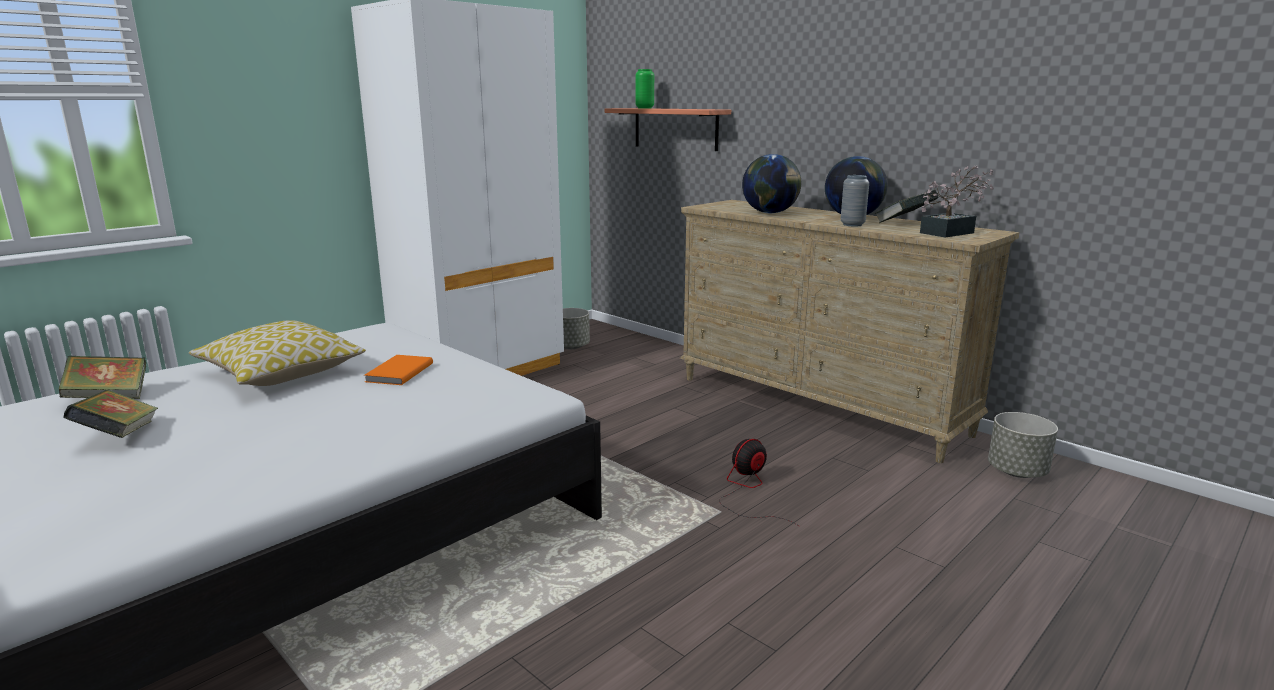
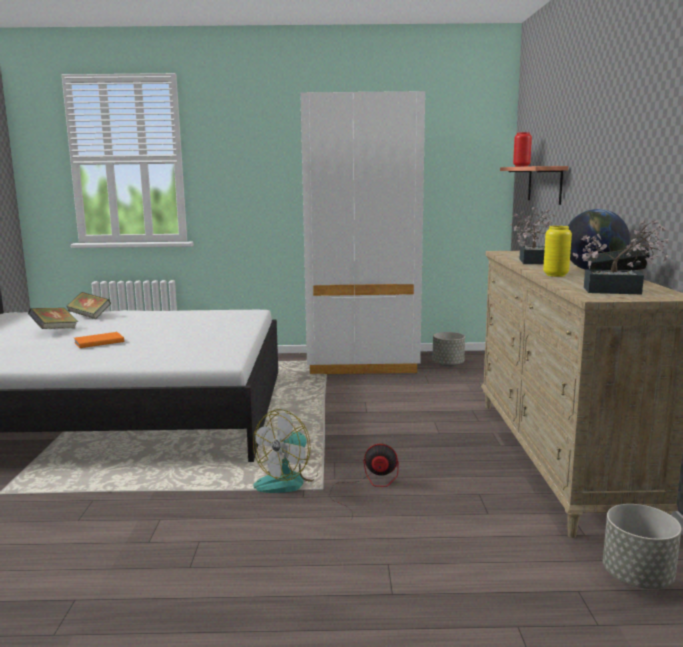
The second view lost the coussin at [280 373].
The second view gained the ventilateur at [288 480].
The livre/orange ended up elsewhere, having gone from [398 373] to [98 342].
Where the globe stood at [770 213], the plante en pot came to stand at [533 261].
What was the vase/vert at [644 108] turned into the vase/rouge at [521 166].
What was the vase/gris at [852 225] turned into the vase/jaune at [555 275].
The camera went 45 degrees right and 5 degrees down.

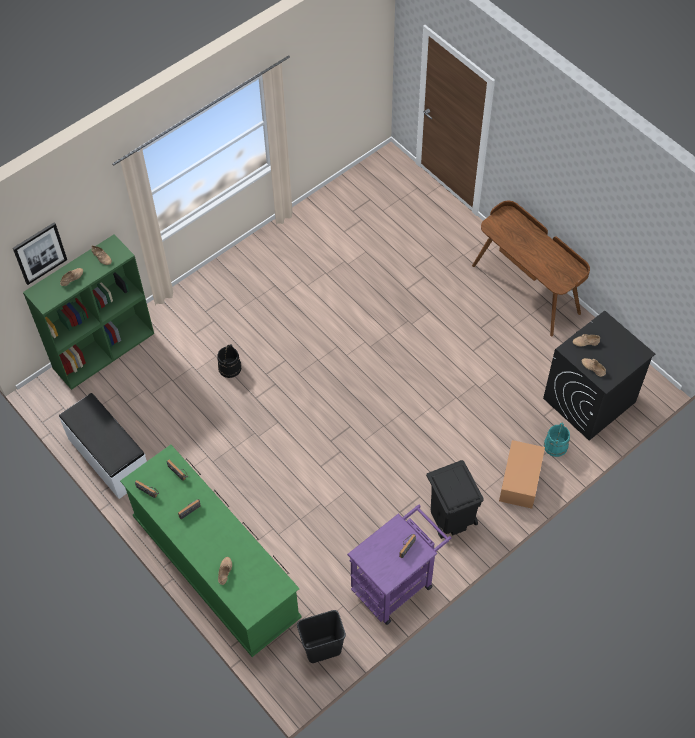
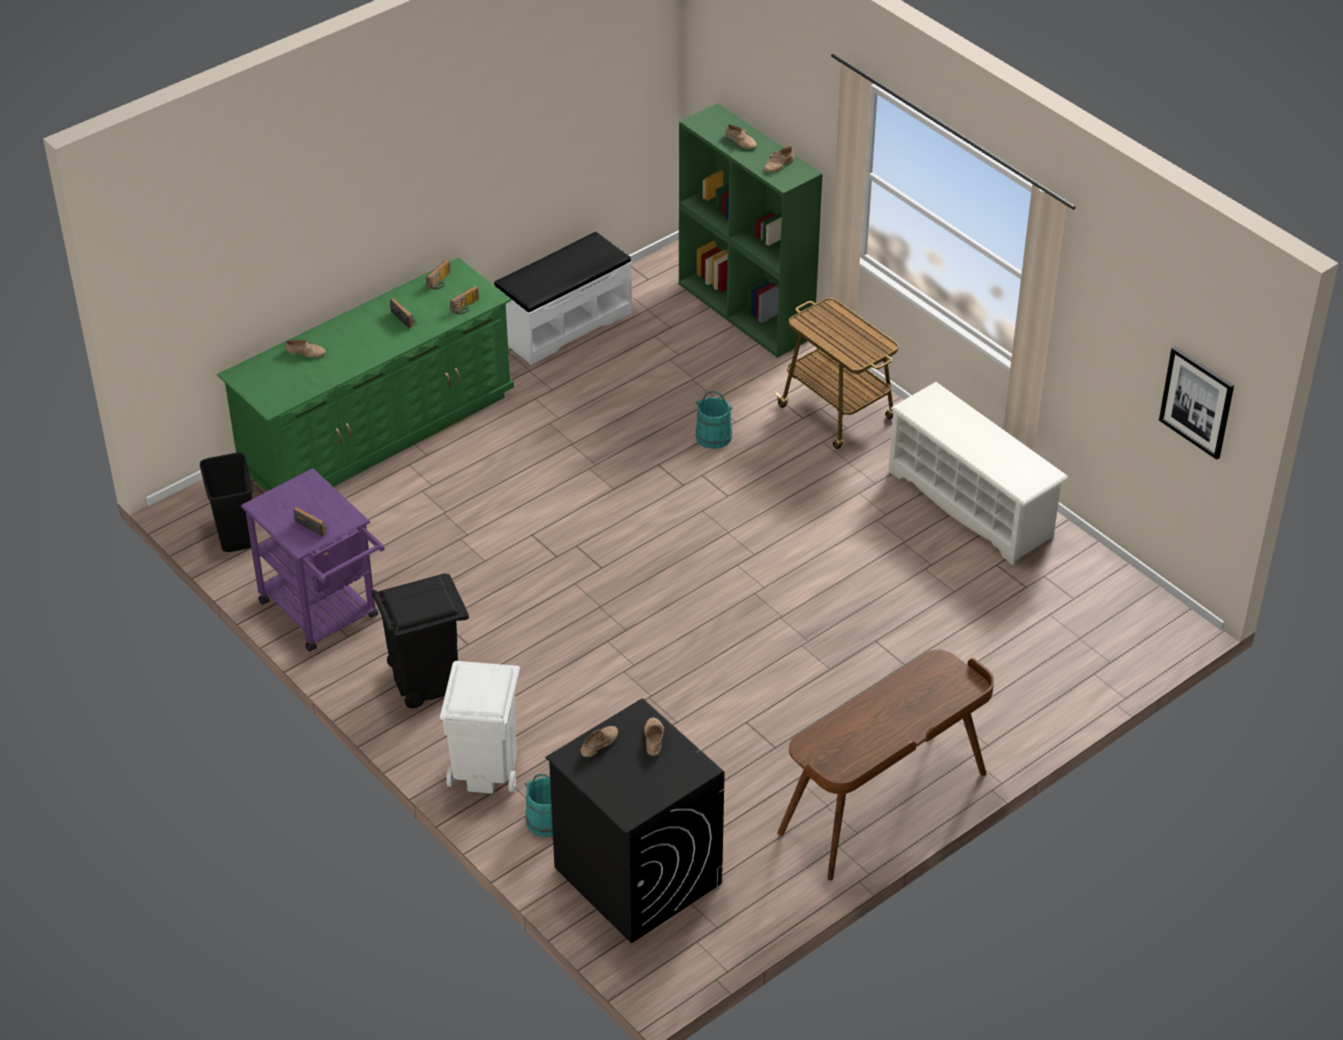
The second view gained the chariot at [837 413].
The second view gained the étagère à chaussures/blanc at [971 504].
The tableau ended up elsewhere, having gone from [39 253] to [1197 402].
Where the carton stood at [520 480], the poubelle/blanc came to stand at [485 769].
What was the seau/noir at [229 368] turned into the seau/turquoise at [713 436].
The camera went 90 degrees right and 15 degrees down.

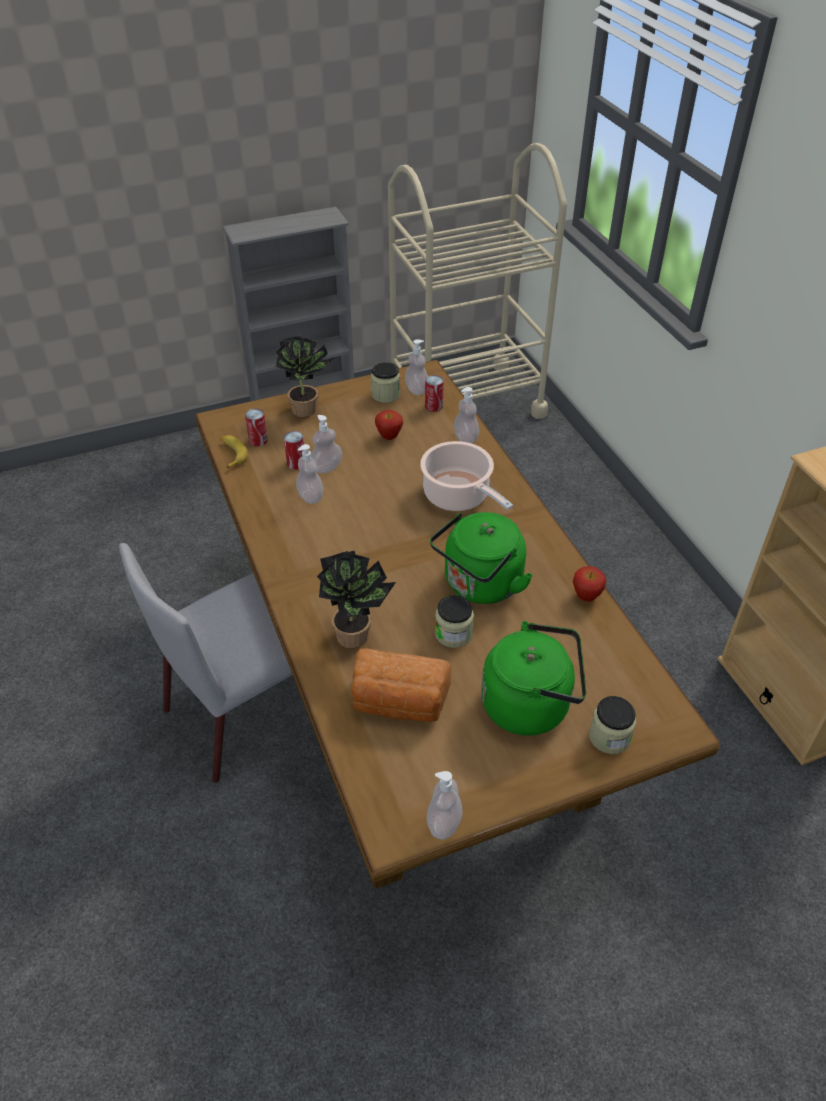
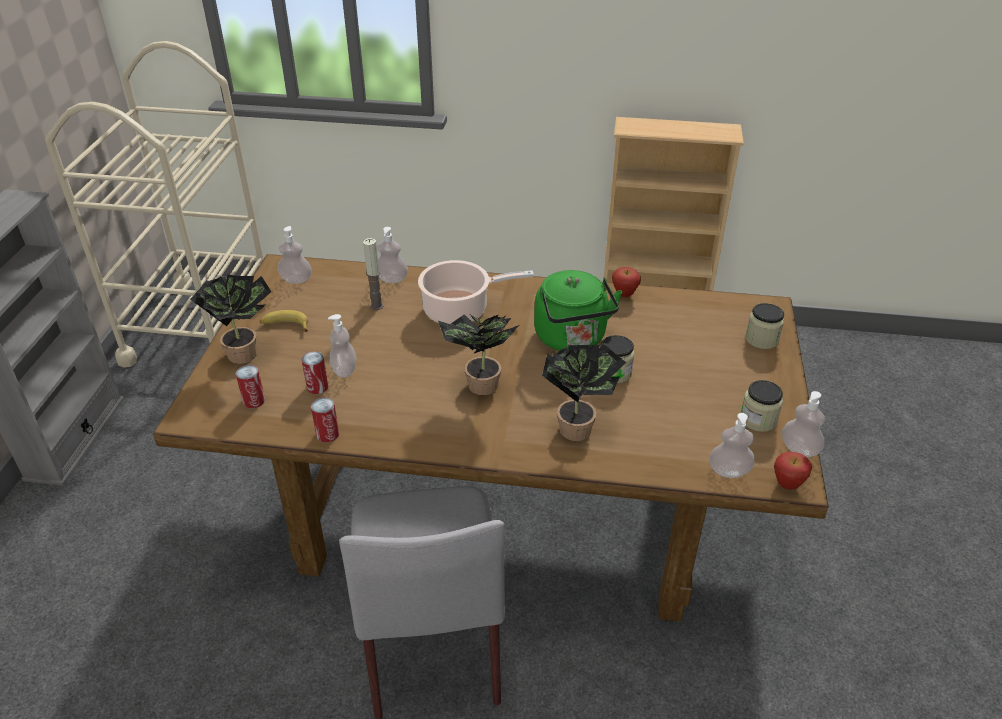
The second view lost the pain at [399 703].
The second view lost the bouilloire/vert at [531 704].
The second view gained the bougie at [376 306].
The second view gained the plante en pot at [479 387].
The banane ended up elsewhere, having gone from [232 454] to [285 325].
The distributeur de savon ended up elsewhere, having gone from [310 496] to [729 471].
The bocal ended up elsewhere, having gone from [385 395] to [758 419].
The pomme ended up elsewhere, having gone from [389 437] to [787 485].
The boîte métallique ended up elsewhere, having gone from [433 406] to [327 434].
The camera went 60 degrees left and 5 degrees down.

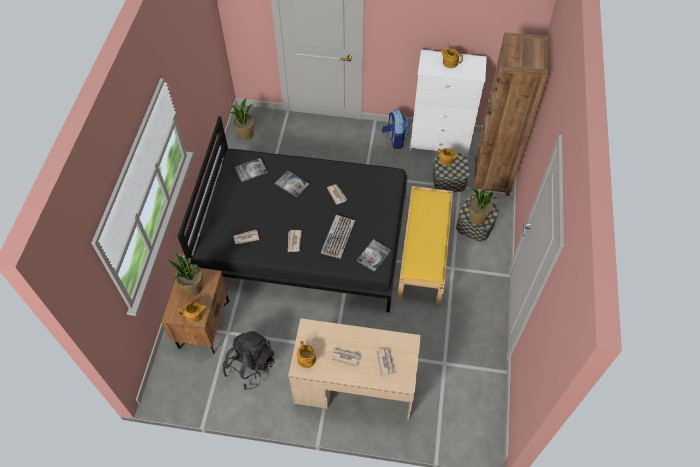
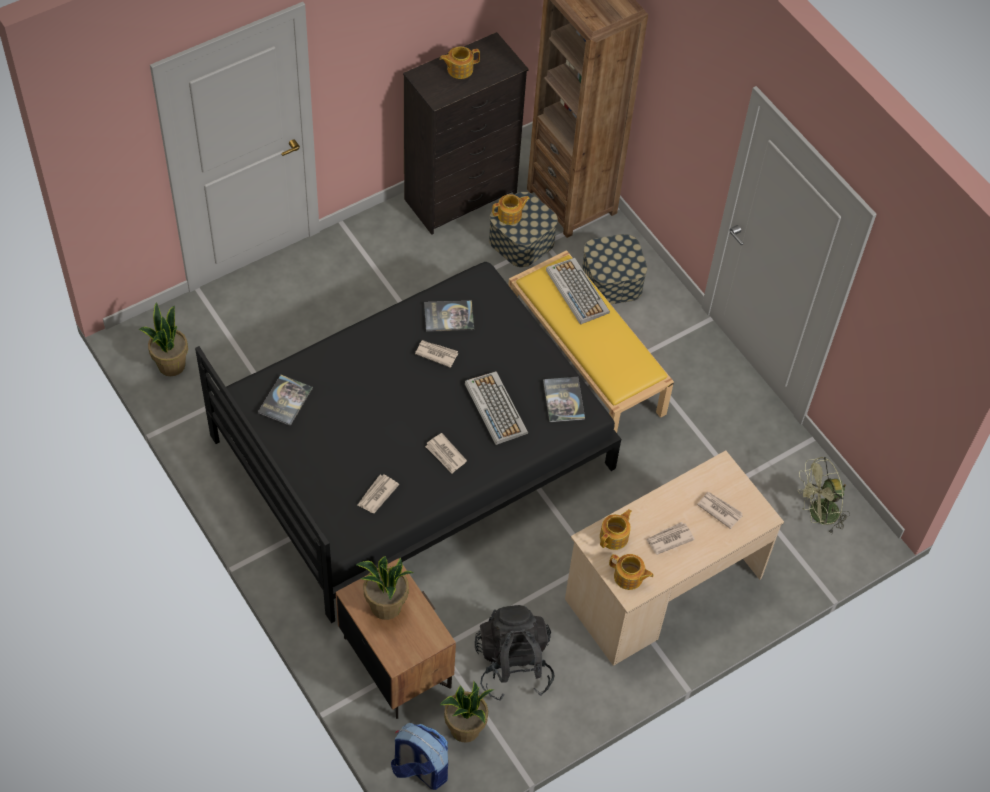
The second view gained the clavier at [576 291].
The second view gained the ventilateur/vert at [818 514].
The théière ended up elsewhere, having gone from [195 315] to [614 537].
The livre ended up elsewhere, having gone from [292 184] to [448 316].
The sac à dos ended up elsewhere, having gone from [395 139] to [420 768].
The plante en pot ended up elsewhere, having gone from [477 218] to [465 729].
What was the commode/blanc at [440 143] turned into the commode/noir at [462 197].
The camera went 45 degrees left and 0 degrees up.

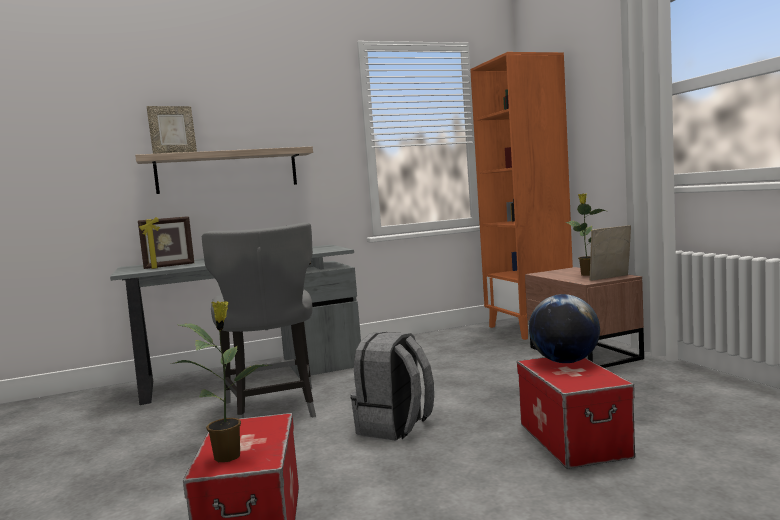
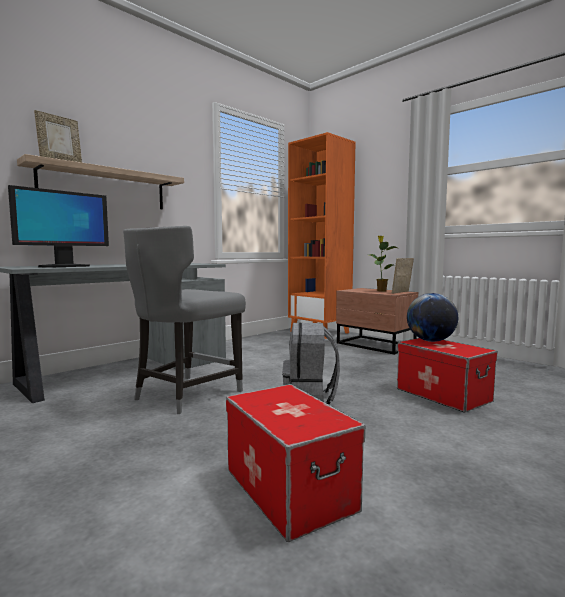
The second view lost the plante en pot at [229 455].
Where the cadre photo stood at [169 266], the écran d'ordinateur came to stand at [64 266].
The chaise/gris at [273 409] ended up facing another way, 75 degrees clockwise from before.
The camera went 25 degrees left and 0 degrees up.

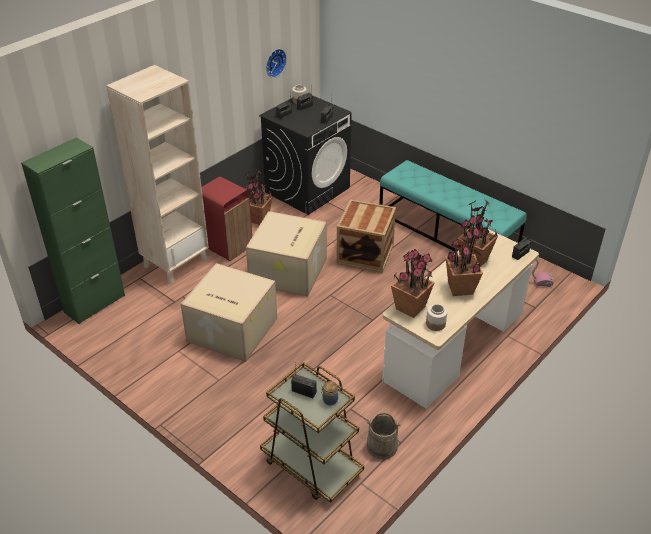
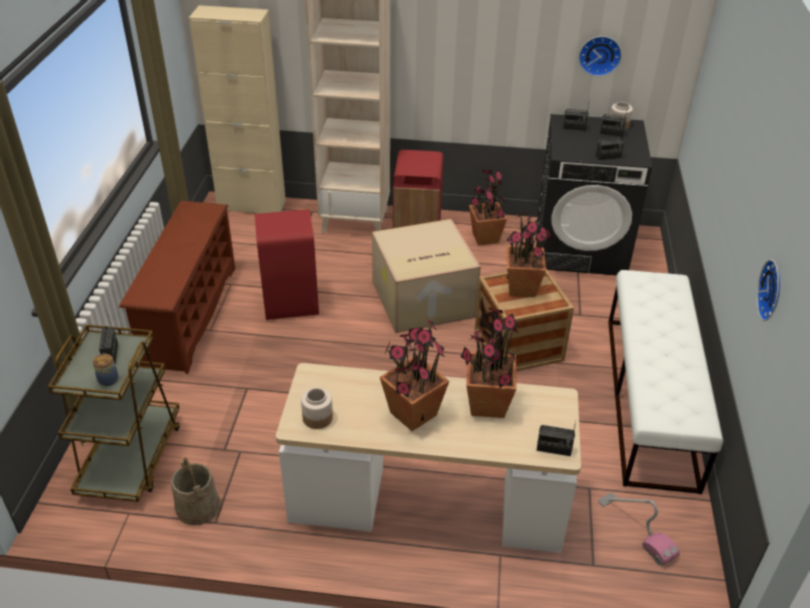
The second view gained the étagère à chaussures/marron at [189 314].
The second view gained the horloge murale at [773 290].
The plante en pot ended up elsewhere, having gone from [410 307] to [522 288].
Where the carton stood at [231 330], the poubelle/rouge came to stand at [290 303].
What was the meuble de rangement/vert at [95 304] turned into the meuble de rangement/beige at [252 205].
What was the banc/turquoise at [447 232] turned into the banc/blanc at [650 400].
The camera went 55 degrees right and 0 degrees up.

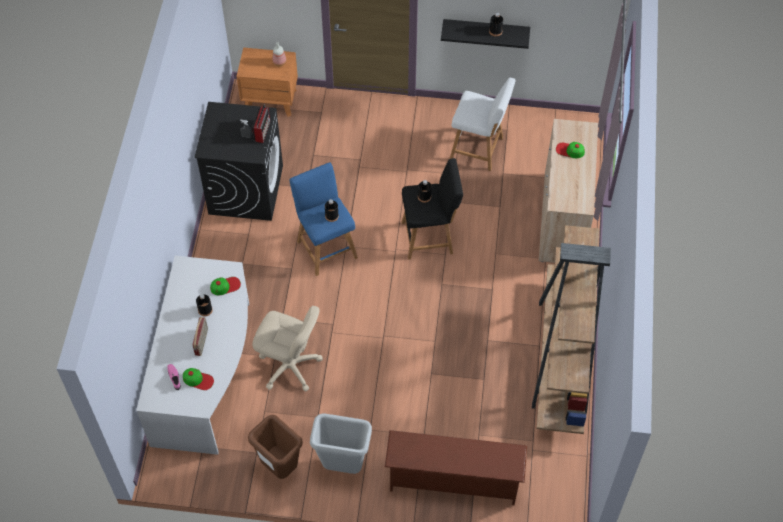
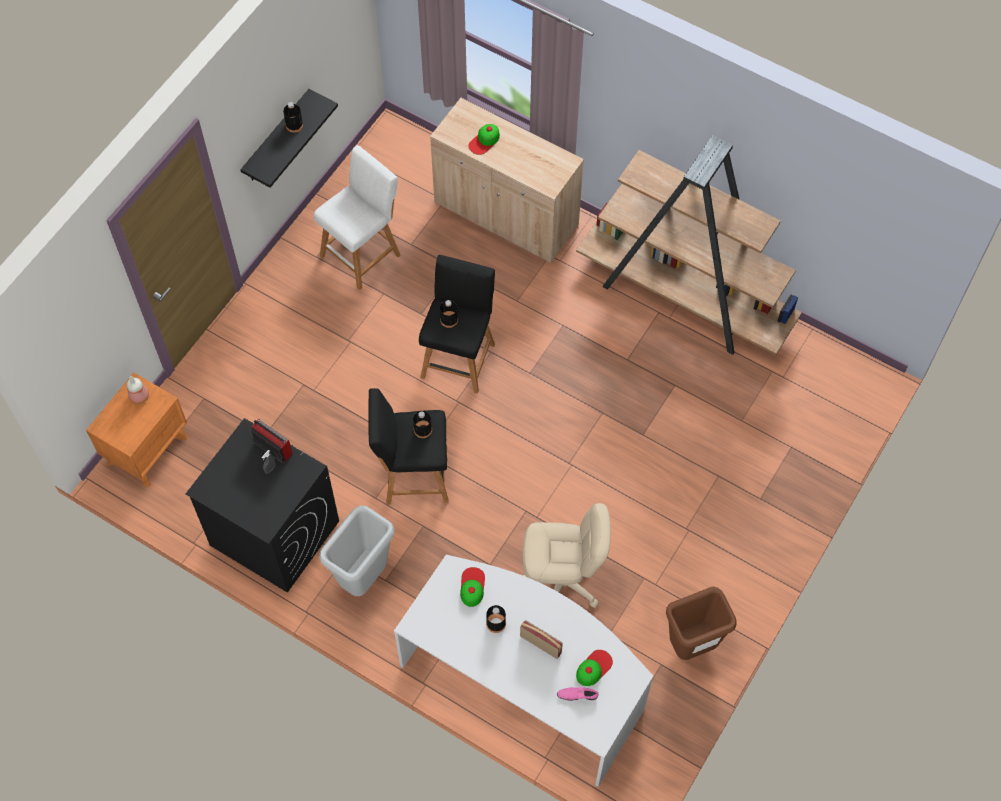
The second view lost the étagère à chaussures/marron at [453 482].
The poubelle/gris ended up elsewhere, having gone from [343 465] to [363 577].
What was the tabouret/bleu at [325 247] turned into the tabouret/noir at [412 475].
The chaise de bureau/beige at [290 366] ended up facing another way, 45 degrees clockwise from before.
The camera went 65 degrees left and 5 degrees up.

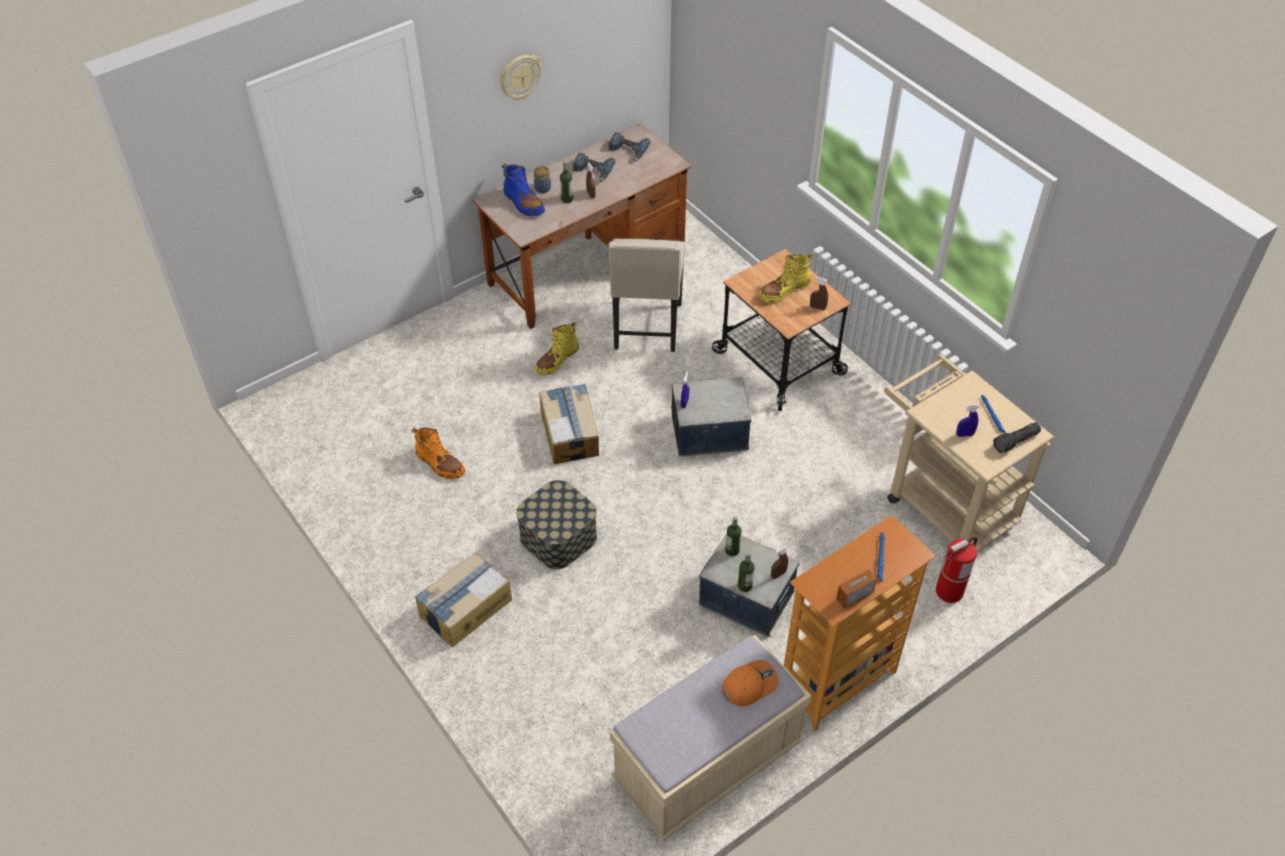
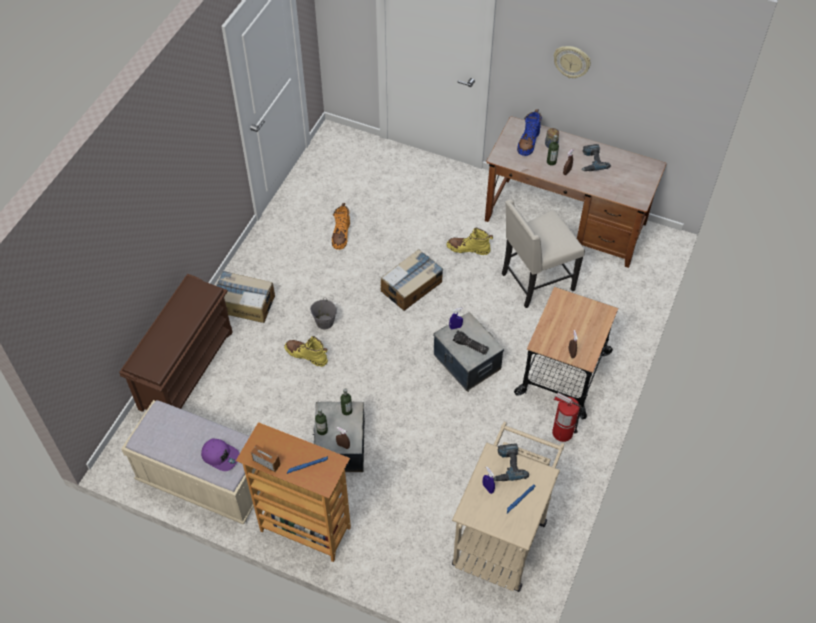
The second view gained the étagère à chaussures/marron at [186 369].
The perceuse ended up elsewhere, having gone from [627 150] to [507 465].
The botte/jaune ended up elsewhere, having gone from [784 290] to [306 355].
The extincteur ended up elsewhere, having gone from [949 591] to [562 432].
The lampe de poche ended up elsewhere, having gone from [1016 442] to [470 346].
Where the boîte de rangement stood at [558 537], the seau/gris came to stand at [324 322].
What was the casquette/orange at [749 684] turned into the casquette/violet at [221 456].
The camera went 60 degrees right and 5 degrees up.

